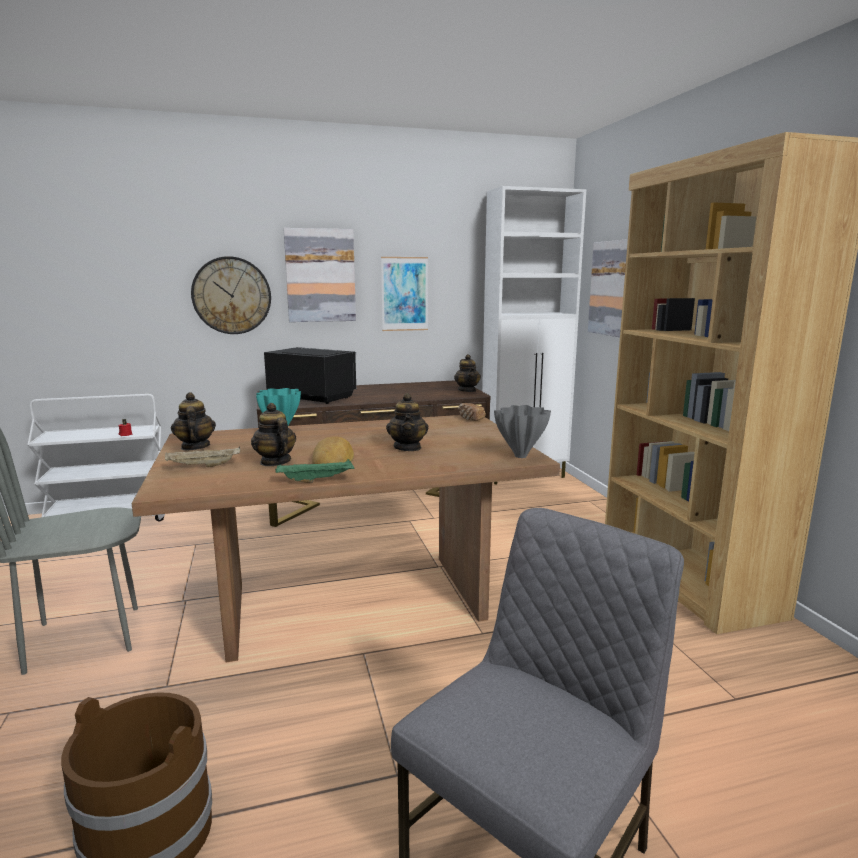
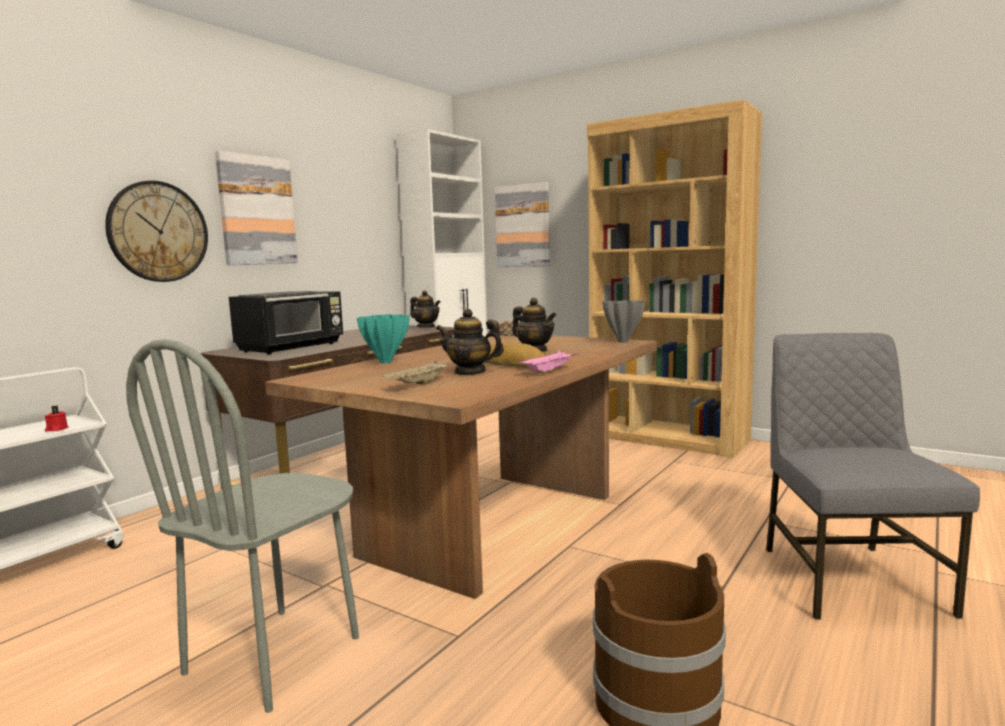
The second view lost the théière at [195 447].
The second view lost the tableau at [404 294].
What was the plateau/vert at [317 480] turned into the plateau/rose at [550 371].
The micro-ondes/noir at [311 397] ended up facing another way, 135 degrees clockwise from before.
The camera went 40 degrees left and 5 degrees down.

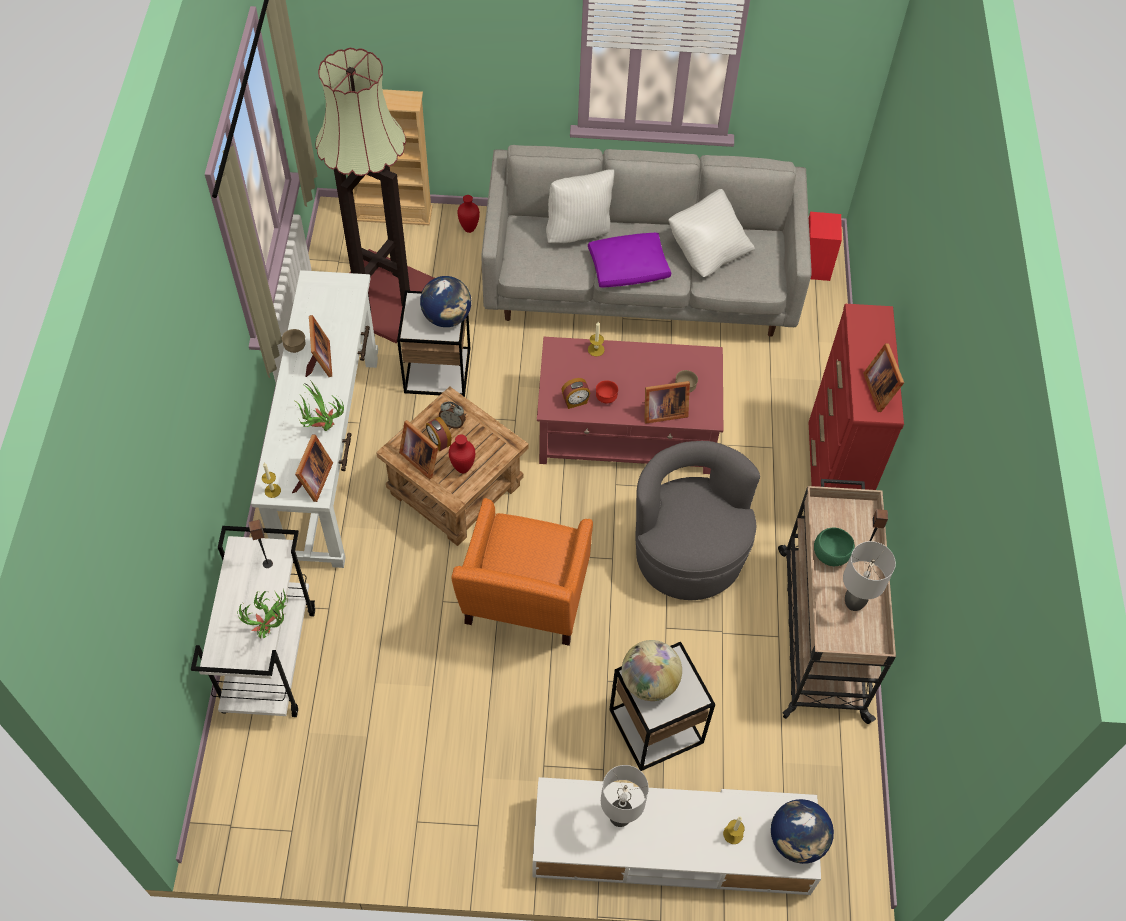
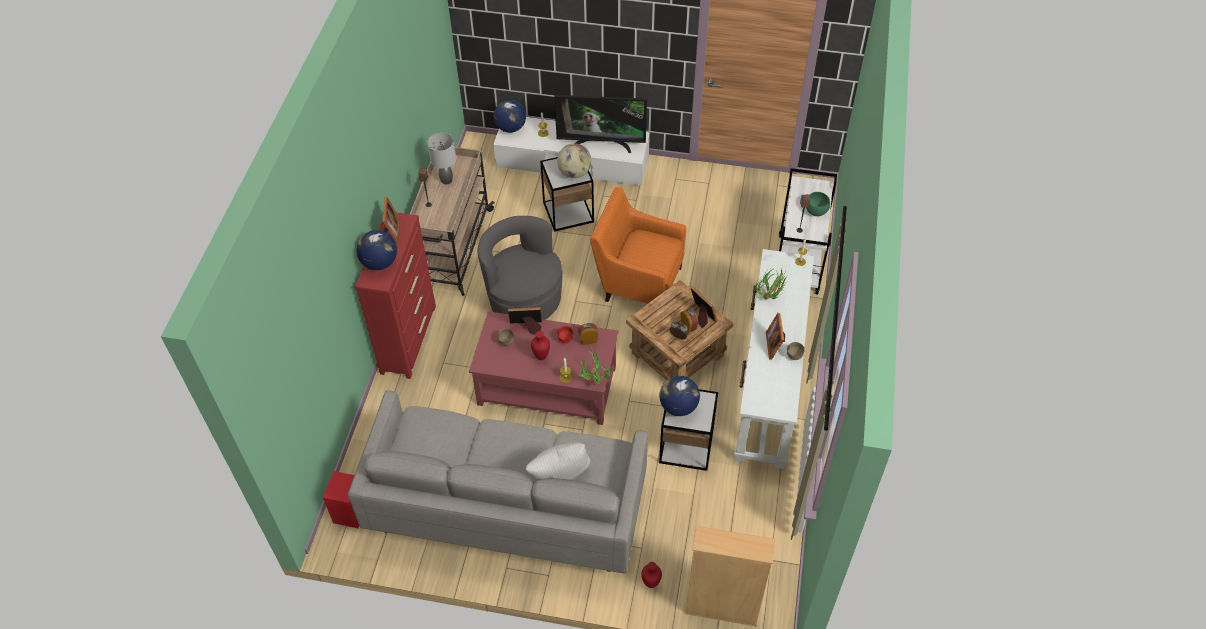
The second view lost the cadre photo at [312 481].
The second view lost the lampadaire at [382 295].
The second view lost the coussin/violet at [629 267].
The second view lost the coussin/blanc at [708 251].
The second view gained the globe at [379 263].
The plante en pot ended up elsewhere, having gone from [271 629] to [593 382].
The vase/rouge ended up elsewhere, having gone from [462 468] to [542 356].
The bol/vert ended up elsewhere, having gone from [831 554] to [815 212].
Where the lampe de table/gris stood at [619 818], the téléviseur came to stand at [601 143].
The fauteuil/orange at [523 603] ended up facing another way, 90 degrees counterclockwise from before.
The fauteuil/gris at [688 554] ended up facing another way, 150 degrees clockwise from before.
The camera went 170 degrees left and 5 degrees down.

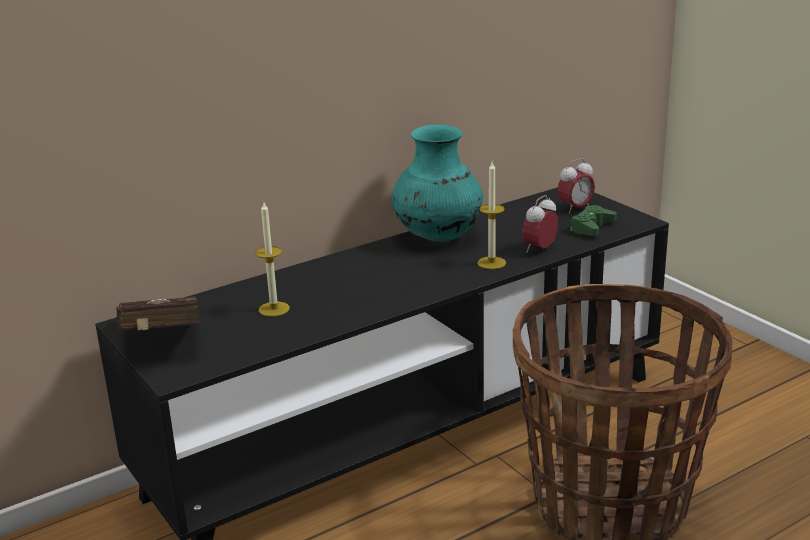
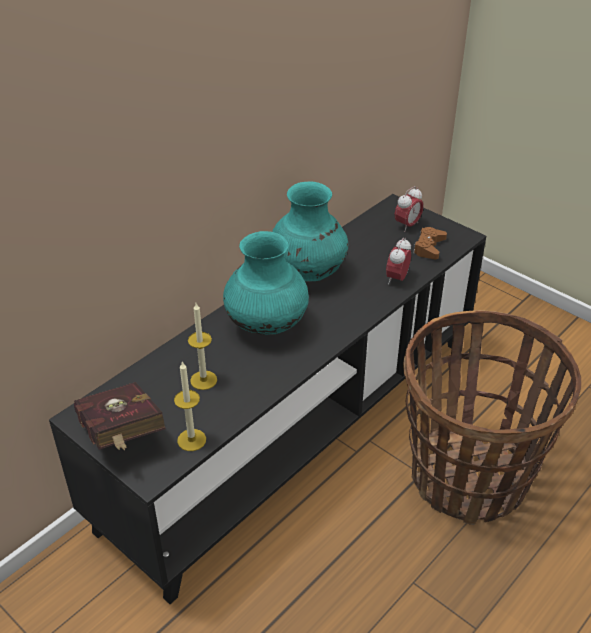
The second view gained the vase/turquoise at [267 326].
The bougie ended up elsewhere, having gone from [491 263] to [191 440].
What was the manette/vert at [592 227] turned into the manette/marron at [429 247].
The camera went 15 degrees left and 15 degrees up.

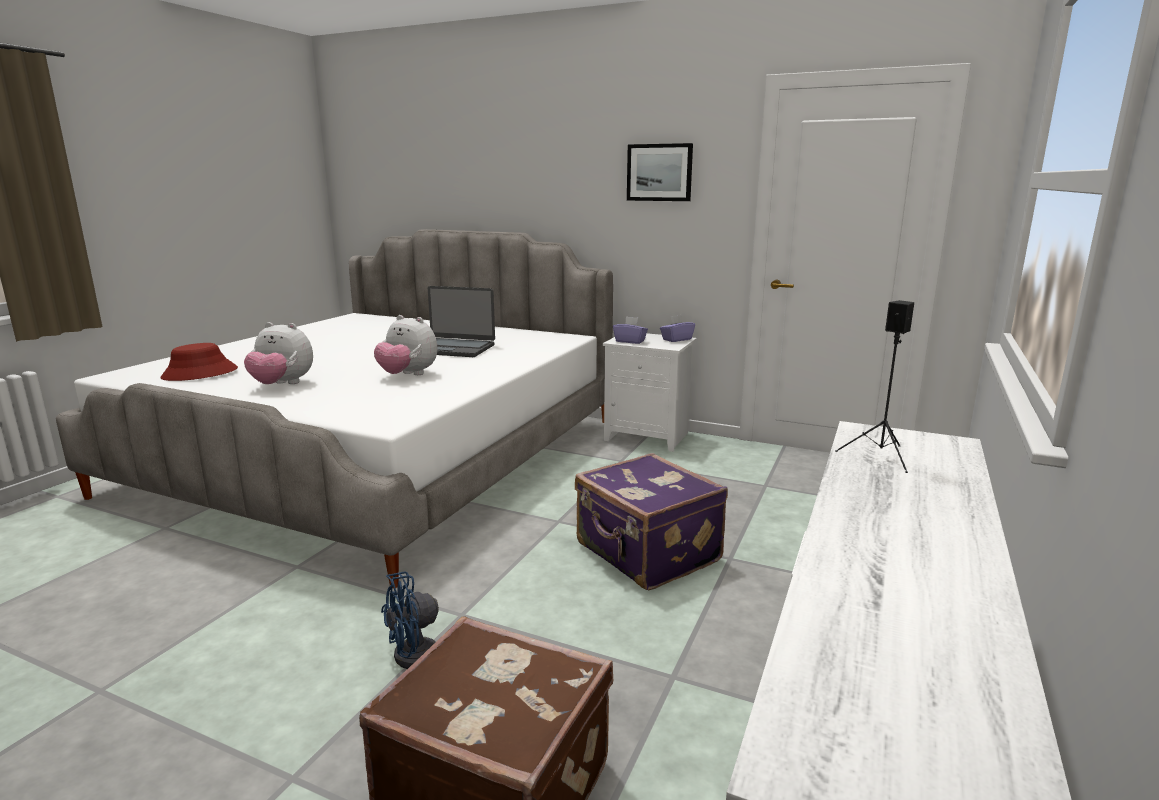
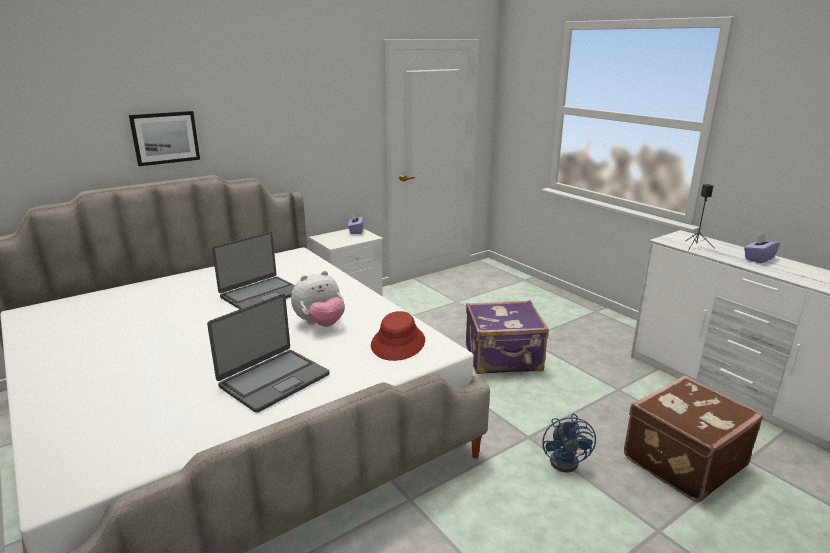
The chapeau/rouge ended up elsewhere, having gone from [200 374] to [398 343].
The boîte à mouchoirs/violet ended up elsewhere, having gone from [630 341] to [758 258].
The tableau ended up elsewhere, having gone from [659 172] to [165 138].
Where the peluche stood at [282 385], the ordinateur portable came to stand at [273 380].
The camera went 60 degrees left and 5 degrees up.

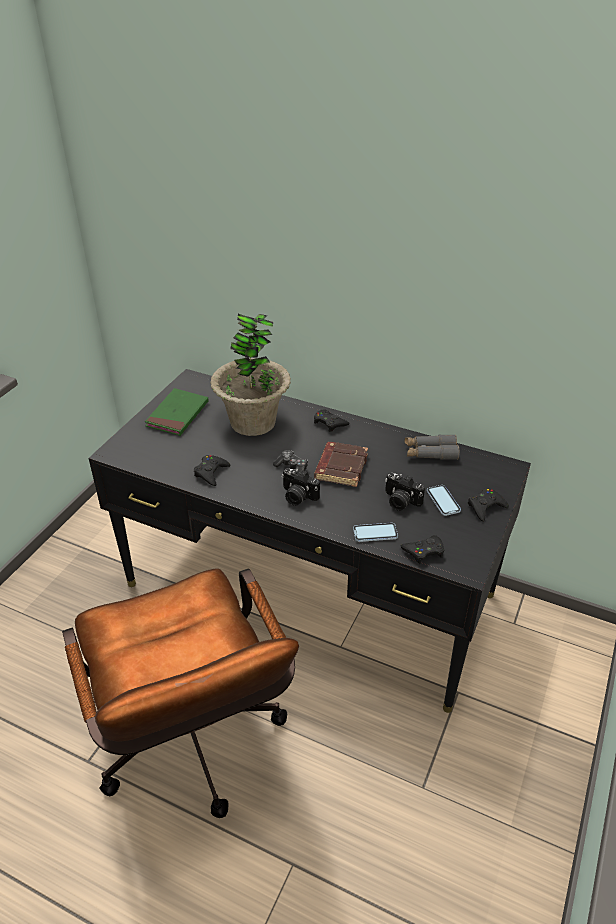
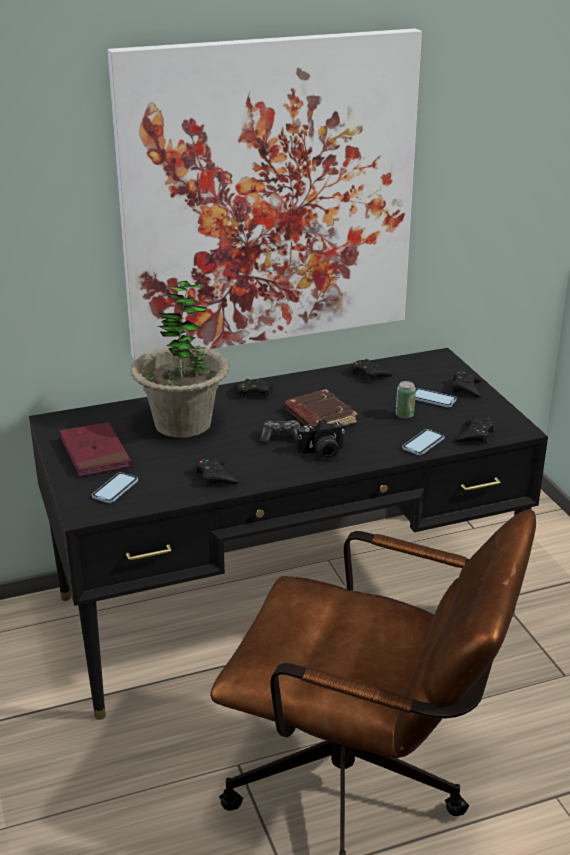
The second view gained the téléphone at [115 489].
The second view gained the tableau at [269 196].
Where the appareil photo stood at [400 501], the boîte métallique came to stand at [404 415].
Where the jumelles/gris stood at [430 452], the manette/noir came to stand at [369 374].
What was the livre/vert at [177 414] turned into the livre/rouge at [95 453].
The camera went 45 degrees left and 10 degrees down.

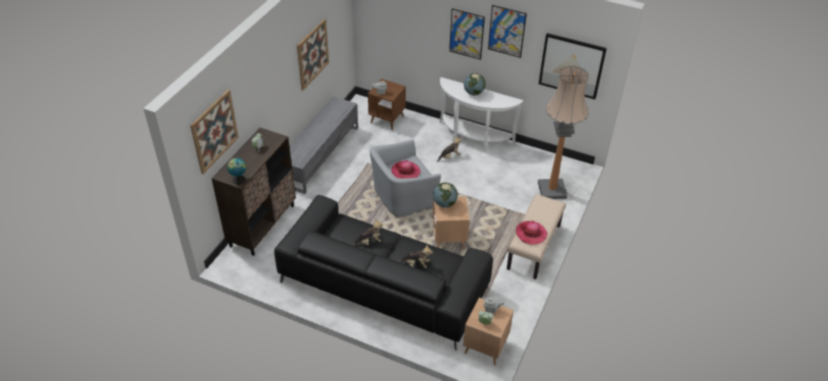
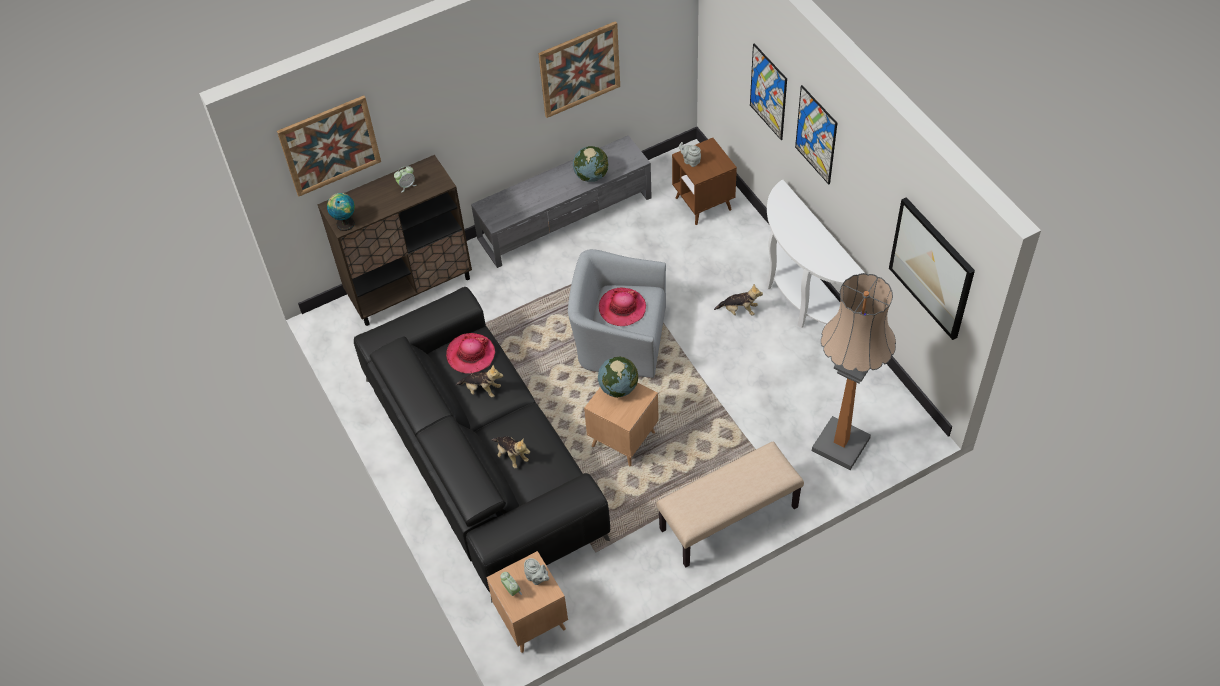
The globe ended up elsewhere, having gone from [473 93] to [591 176].
The tableau ended up elsewhere, having gone from [506 31] to [768 92].
The chapeau ended up elsewhere, having gone from [531 233] to [470 354].
The camera went 40 degrees right and 10 degrees up.

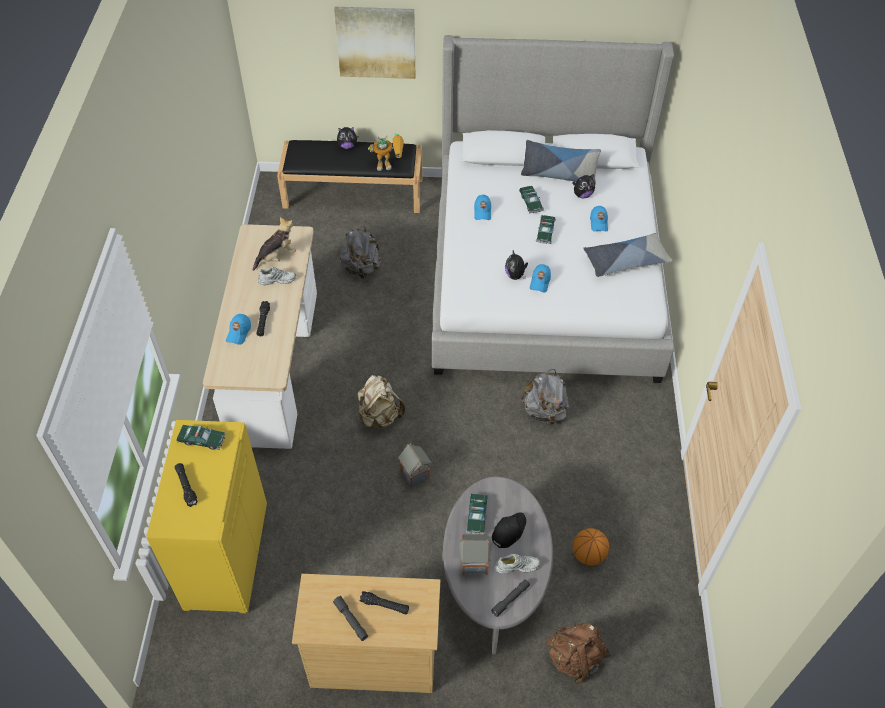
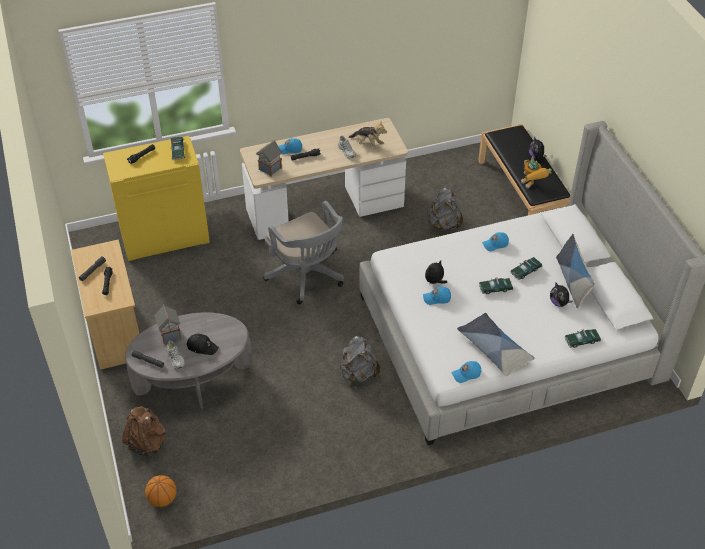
The second view lost the tableau at [376 42].
The maison miniature ended up elsewhere, having gone from [415 475] to [270 169].
The petite voiture ended up elsewhere, having gone from [477 516] to [582 340].
The ballon de basket ended up elsewhere, having gone from [588 555] to [162 499].
The casquette/bleu ended up elsewhere, having gone from [598 223] to [466 374].
Where the sac à dos/beige stood at [379 416], the chaise de bureau/gris came to stand at [307 277].
The camera went 70 degrees right and 5 degrees down.

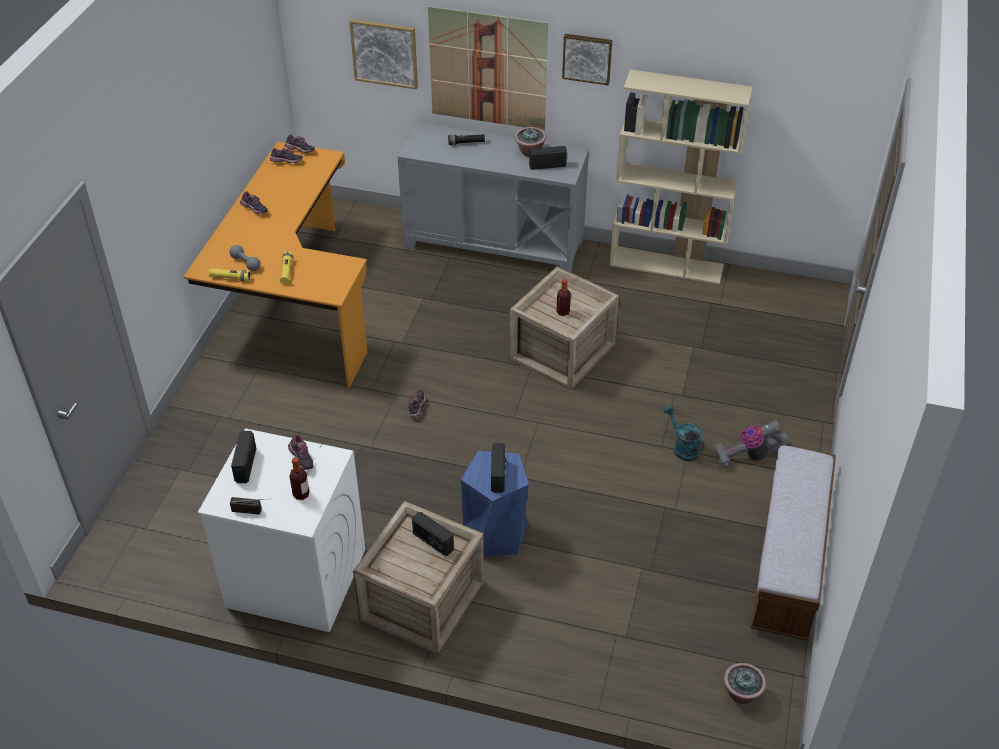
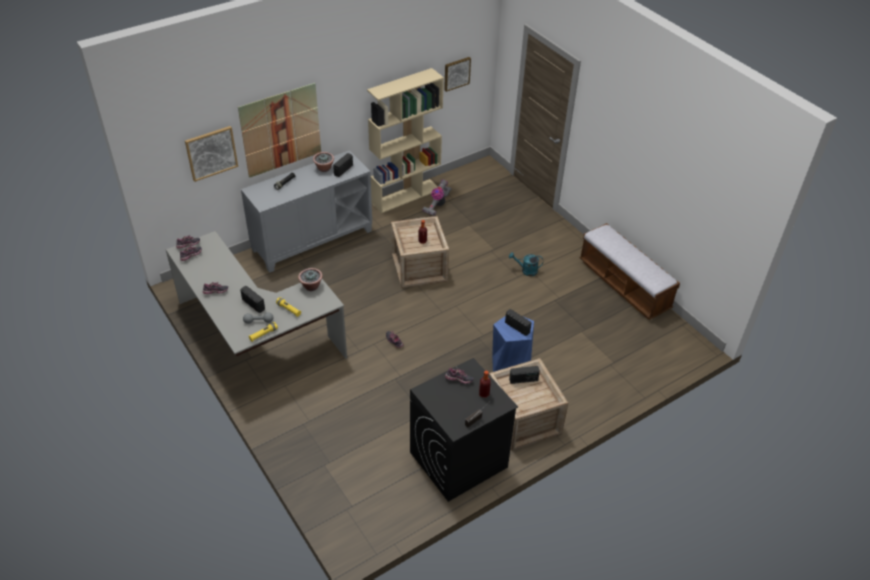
The radio ended up elsewhere, having gone from [246 465] to [253 304].
The tableau ended up elsewhere, having gone from [587 58] to [456 73].
The aspirateur ended up elsewhere, having gone from [750 456] to [437 205].
The plante en pot ended up elsewhere, having gone from [741 694] to [311 286].
What was the bureau/orange at [292 306] turned into the bureau/gris at [253 343].
What was the lave-linge/blanc at [295 578] turned into the lave-linge/noir at [458 460].
The camera went 50 degrees left and 0 degrees up.

